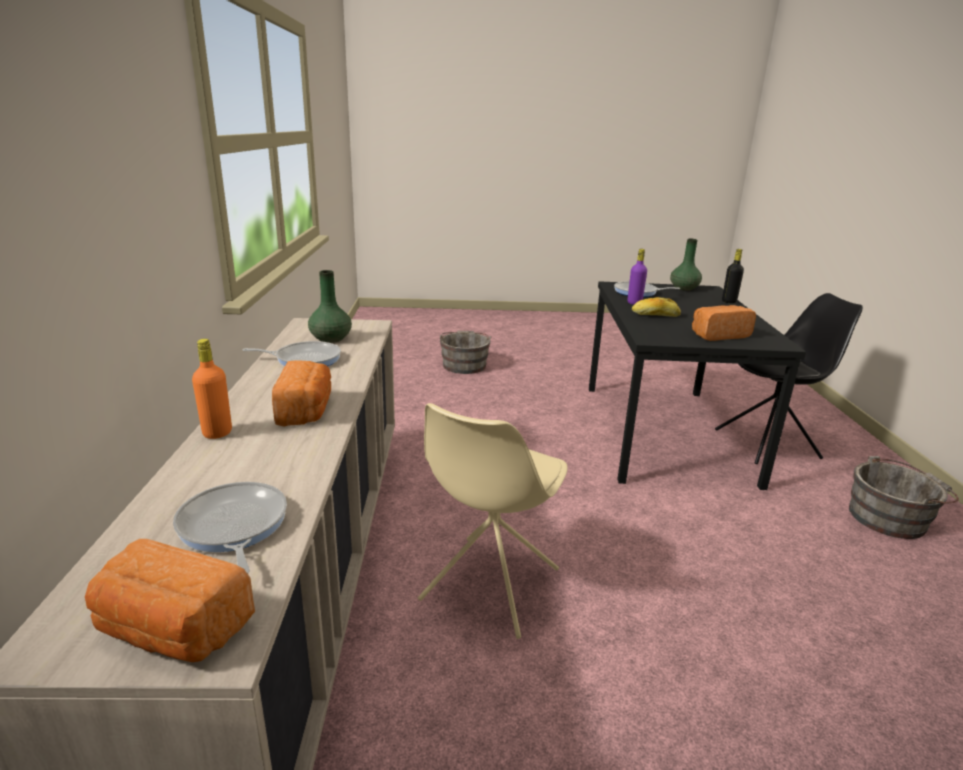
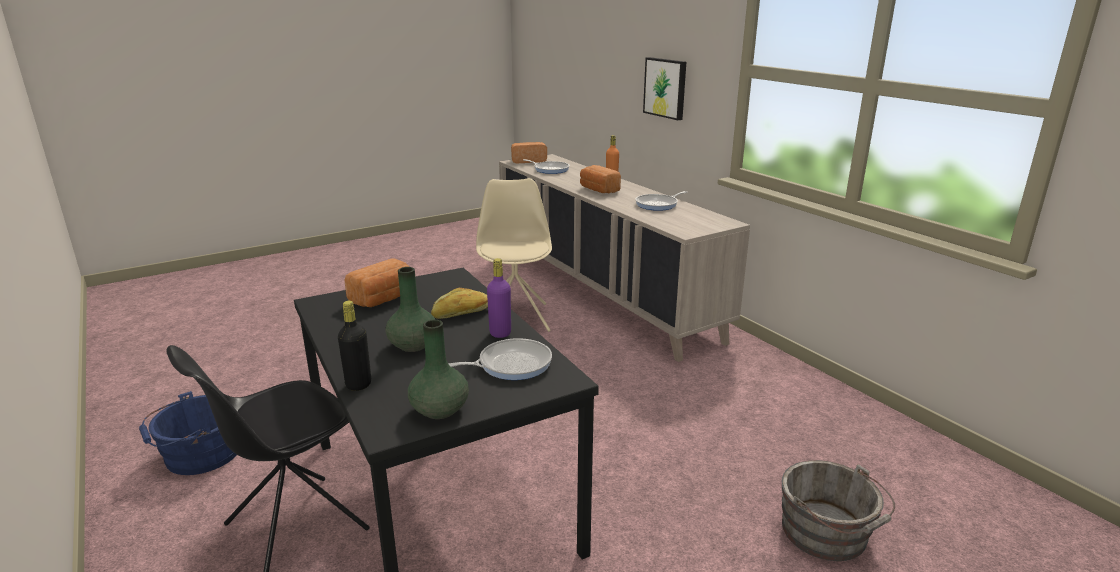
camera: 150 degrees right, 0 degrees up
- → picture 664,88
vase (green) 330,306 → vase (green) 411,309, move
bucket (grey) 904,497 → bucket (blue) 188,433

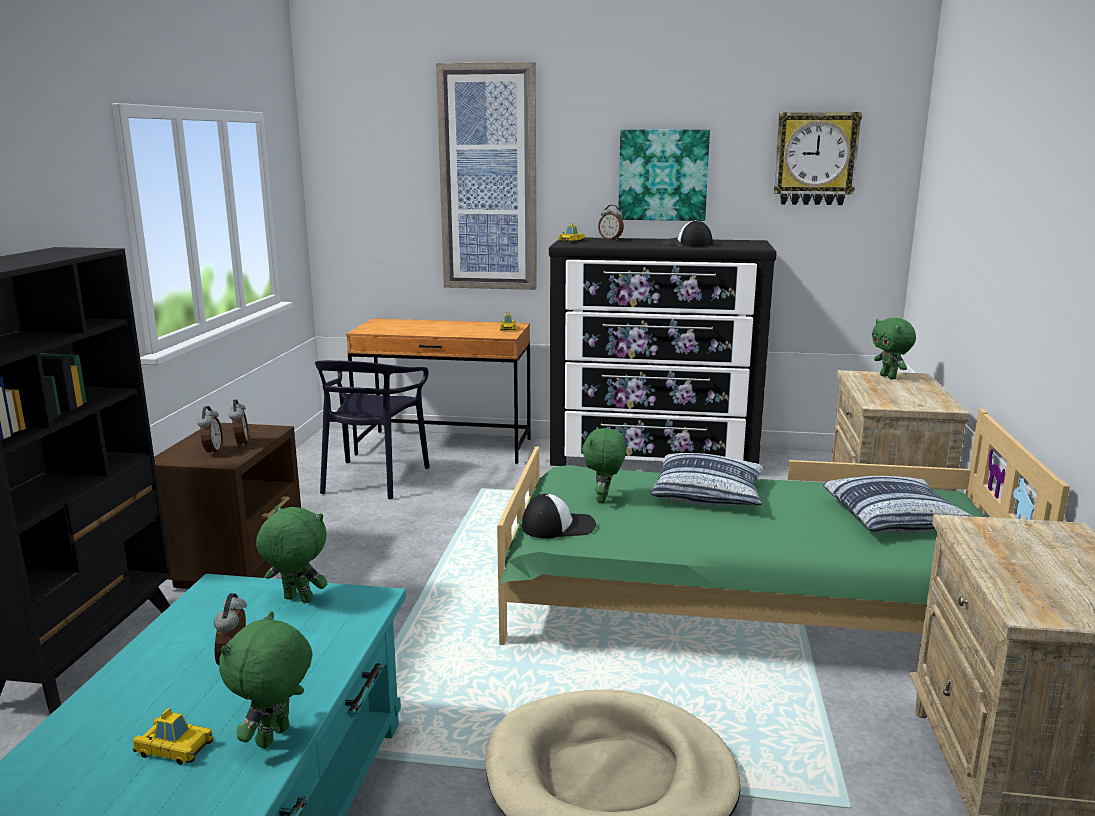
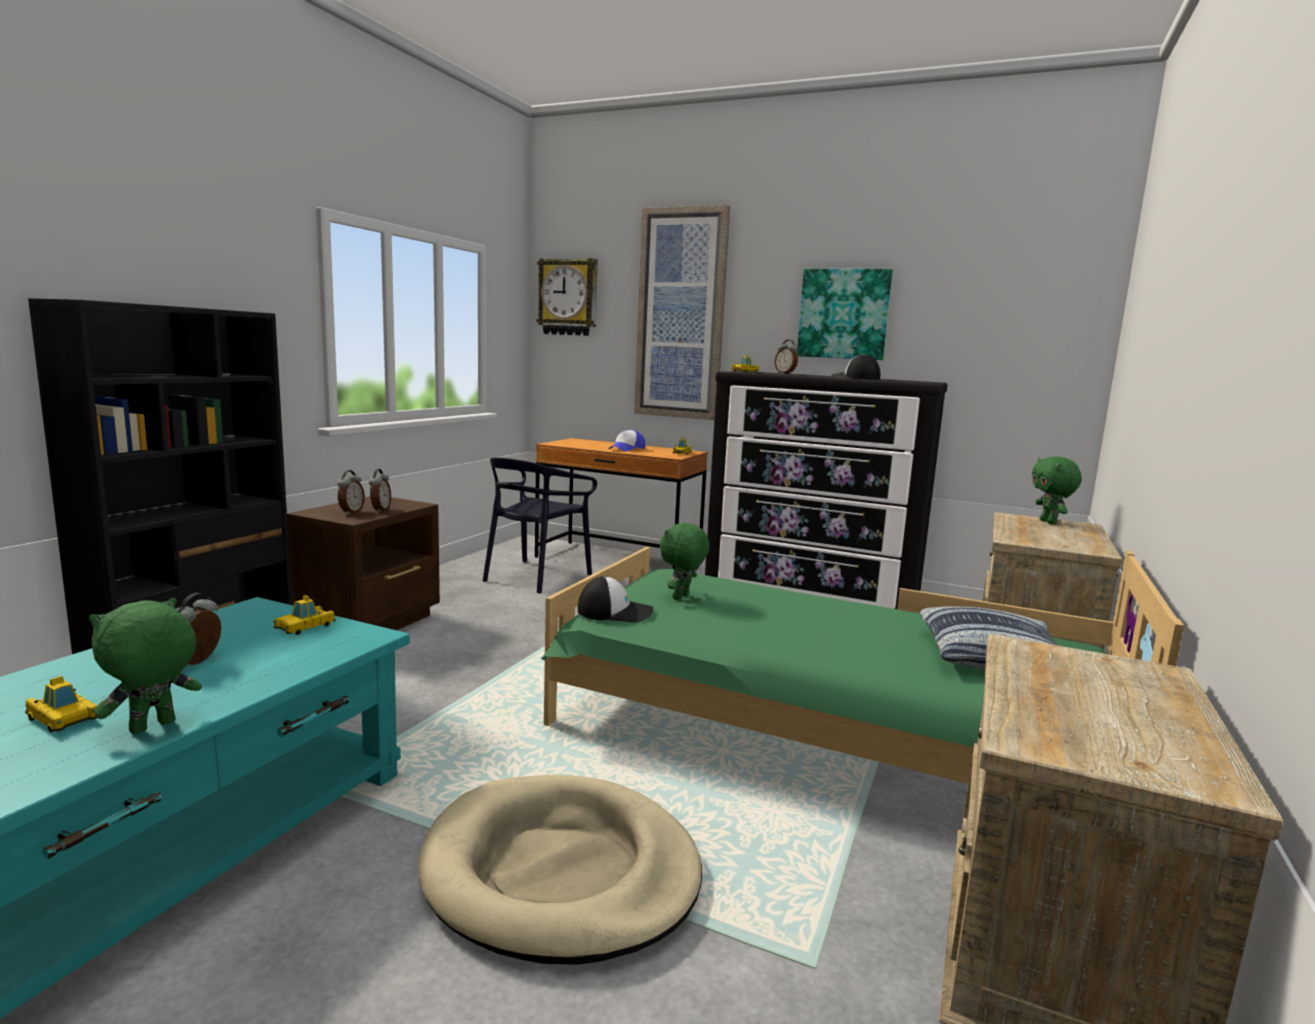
camera: 15 degrees right, 5 degrees down
pillow 708,479 → -
- → cap 627,441
wall clock 817,158 → wall clock 567,297, move
plush toy (green) 291,554 → toy car 304,615

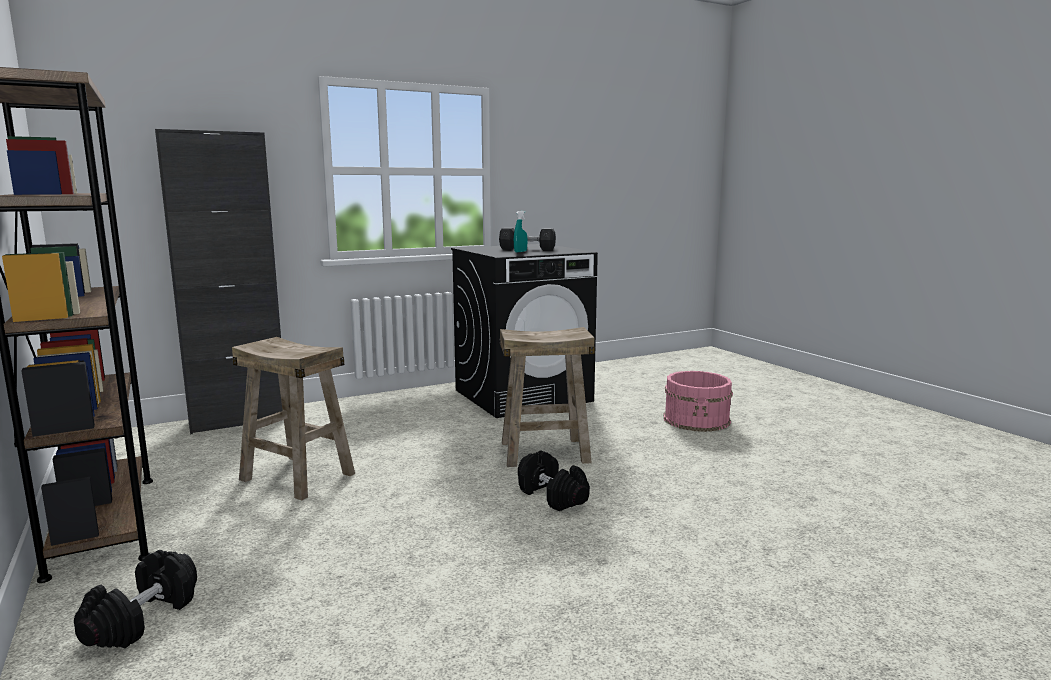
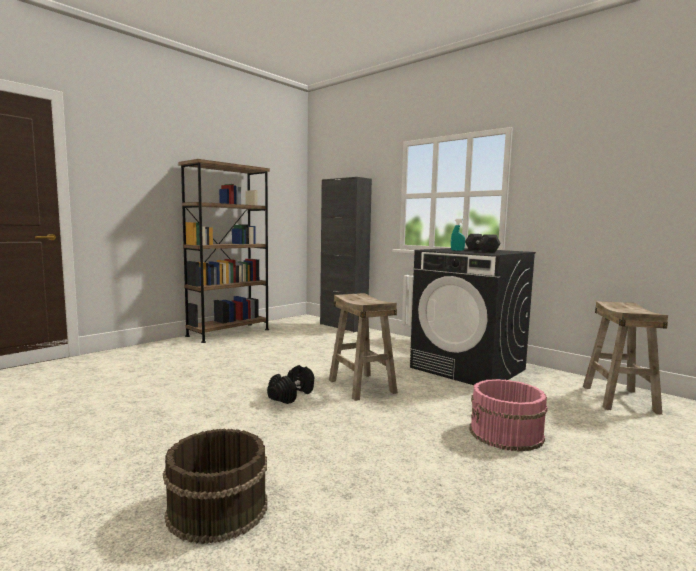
camera: 70 degrees right, 5 degrees down
dumbbell (black) 135,599 → -
- → bucket (brown) 215,486
stool (beige) 293,418 → stool (beige) 625,358, move

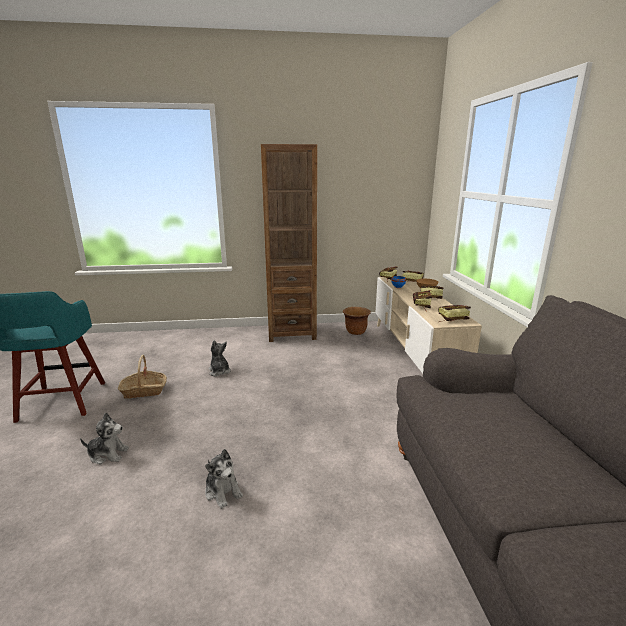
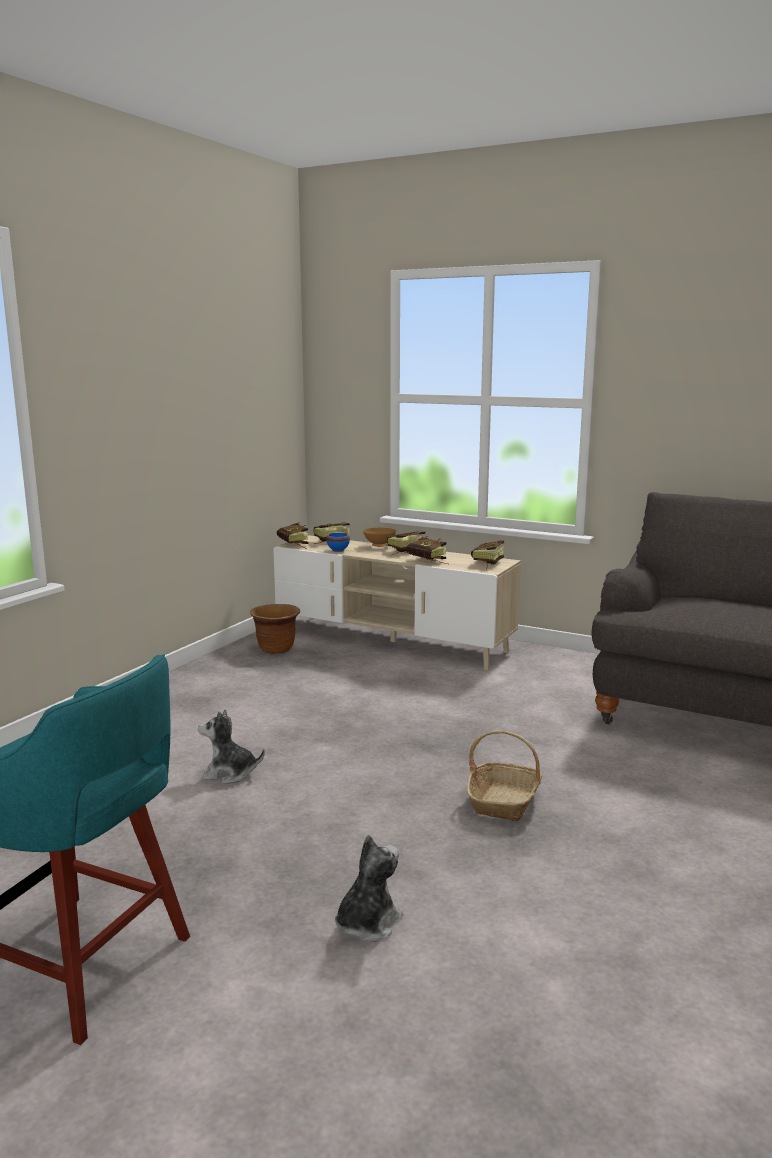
camera: 55 degrees left, 5 degrees down
plush toy 224,479 → -
bookcase (brown) 289,243 → -
basket 142,377 → basket 504,776, move

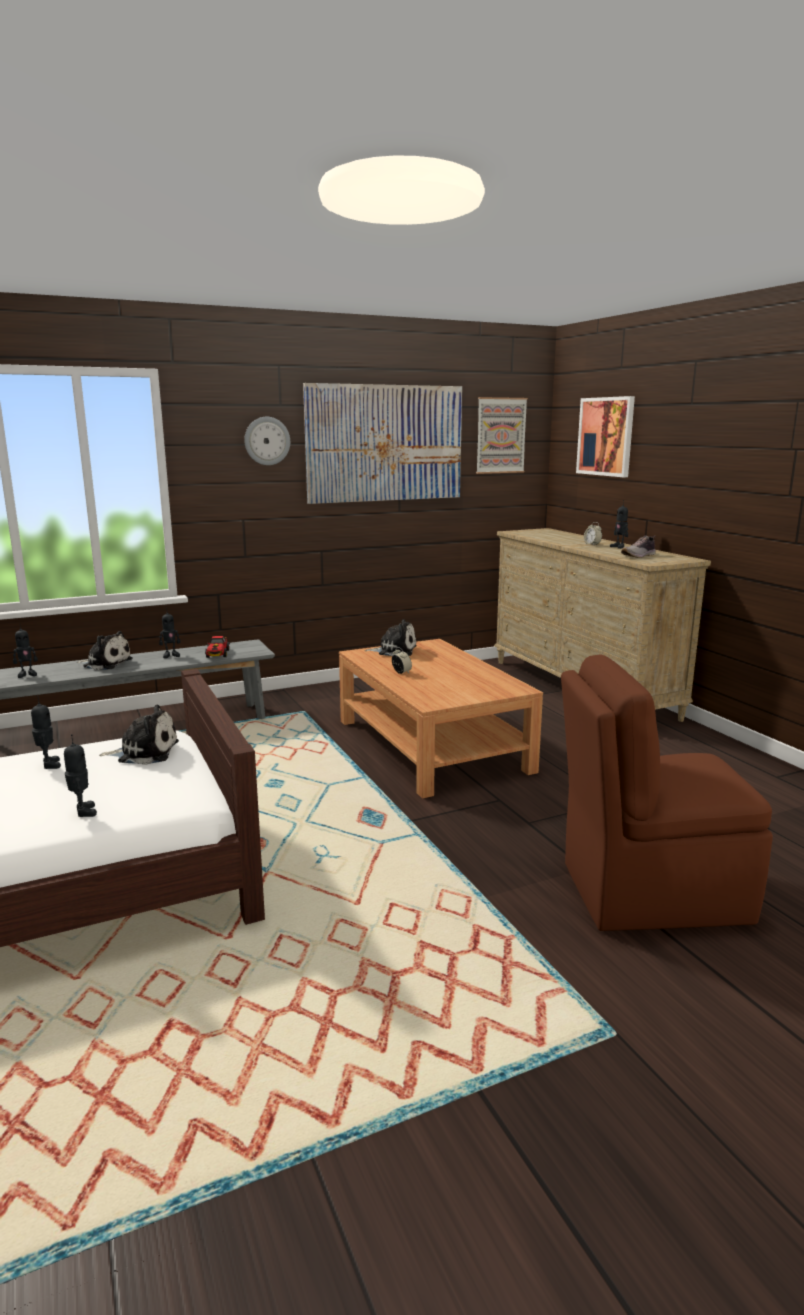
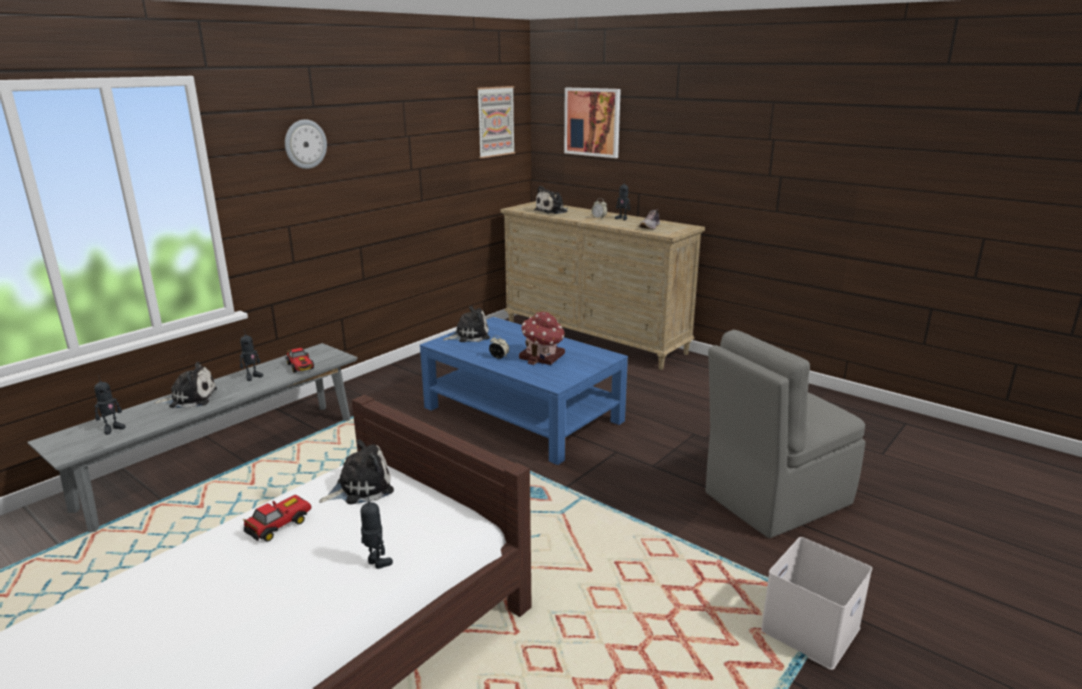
camera: 25 degrees left, 5 degrees up
picture 382,443 → -
- → toy house 542,338
- → plush toy 551,200
- → storage box (white) 816,603
toy robot 46,732 → toy car 277,518
coffee table (brown) 441,719 → coffee table (blue) 524,391
chair (brown) 667,793 → chair (grey) 785,434

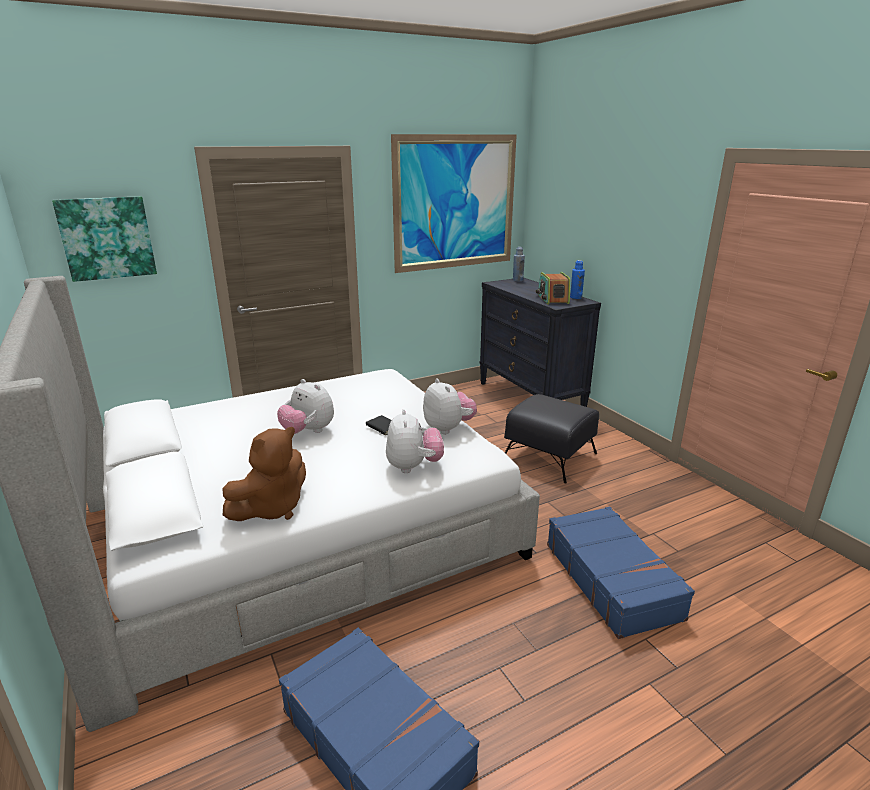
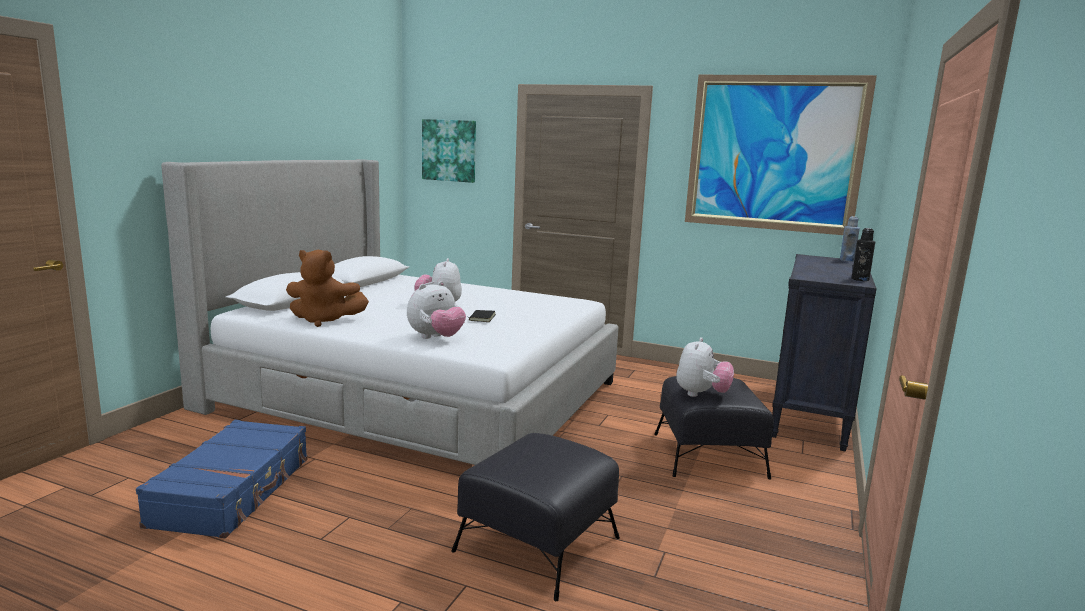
camera: 50 degrees right, 10 degrees down
radio 553,288 → -
plush toy 450,406 → plush toy 705,367, move
suitcase (blue) 621,572 → ottoman (black) 535,517
bottle (blue) 577,279 → bottle (black) 864,254

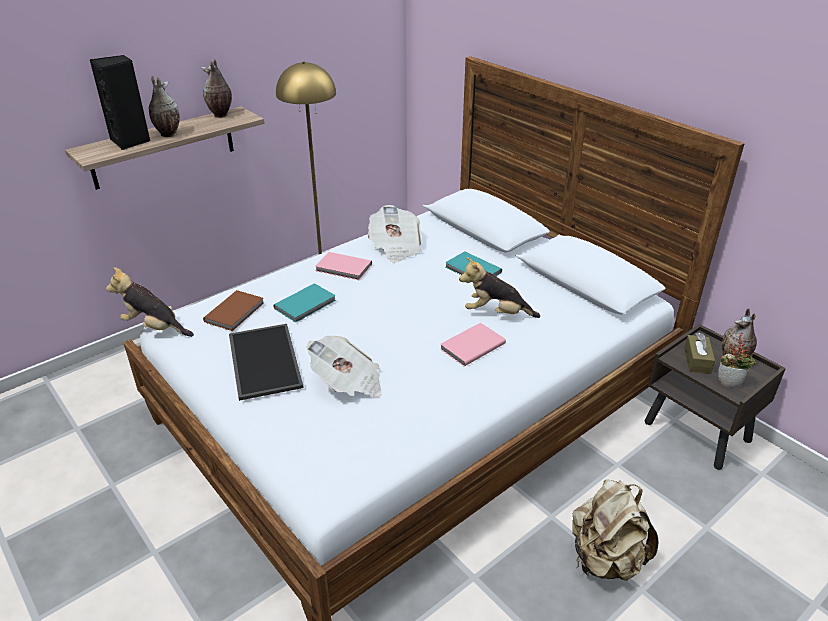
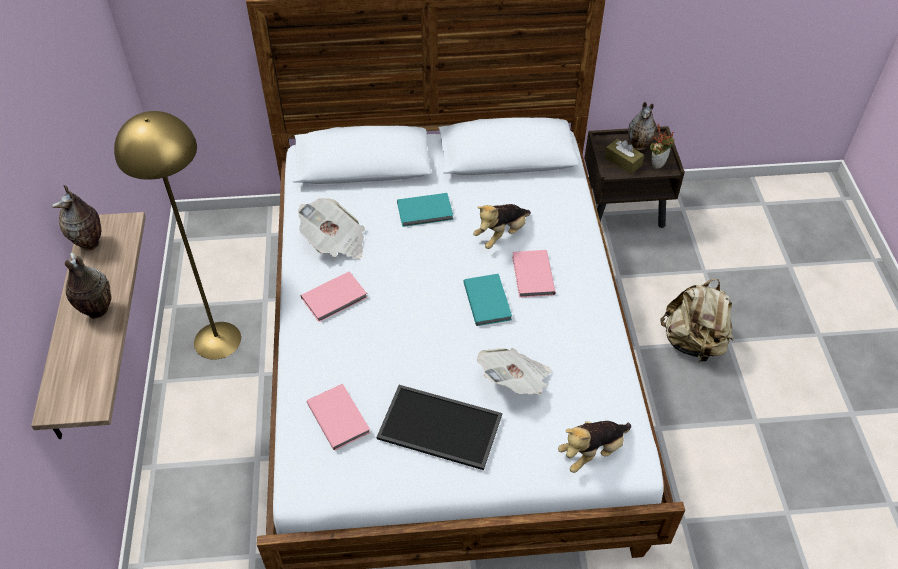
camera: 55 degrees left, 15 degrees up
speaker (black) 120,102 → -
plush toy 150,302 → plush toy 594,447, move
book (turquoise) 304,303 → book (turquoise) 487,300, move
book (brown) 233,310 → book (pink) 338,417

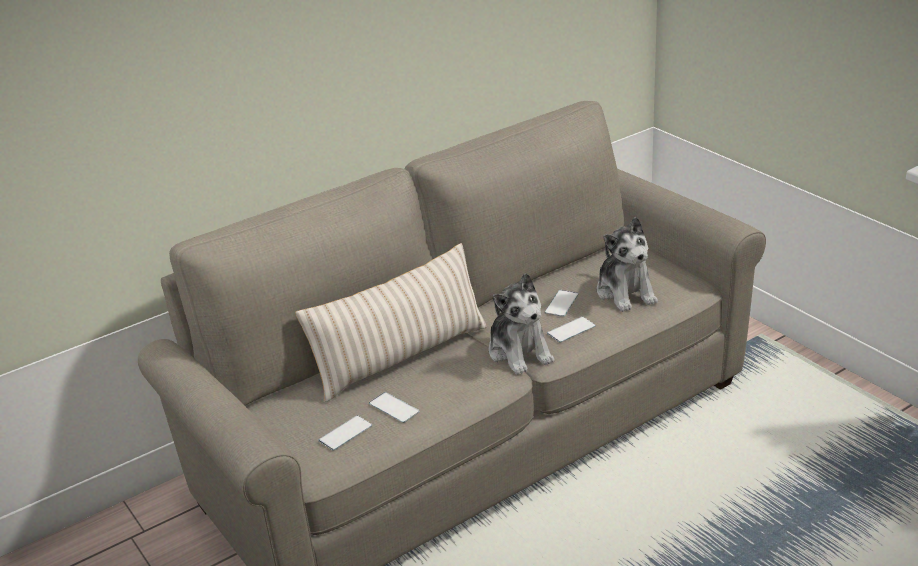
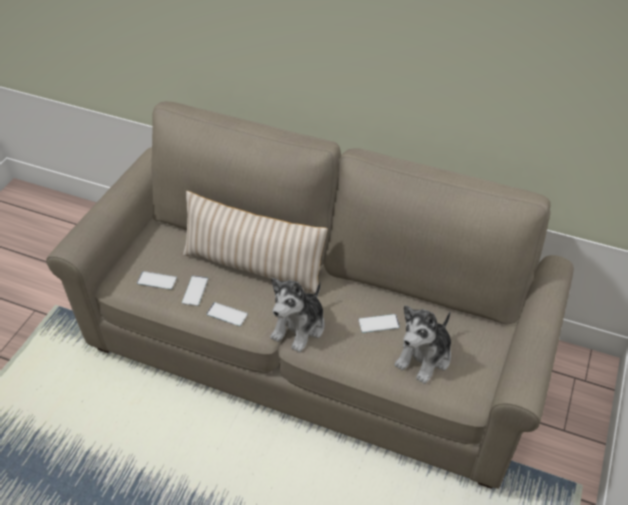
camera: 55 degrees right, 15 degrees up
phone 571,330 → phone 227,314, move

